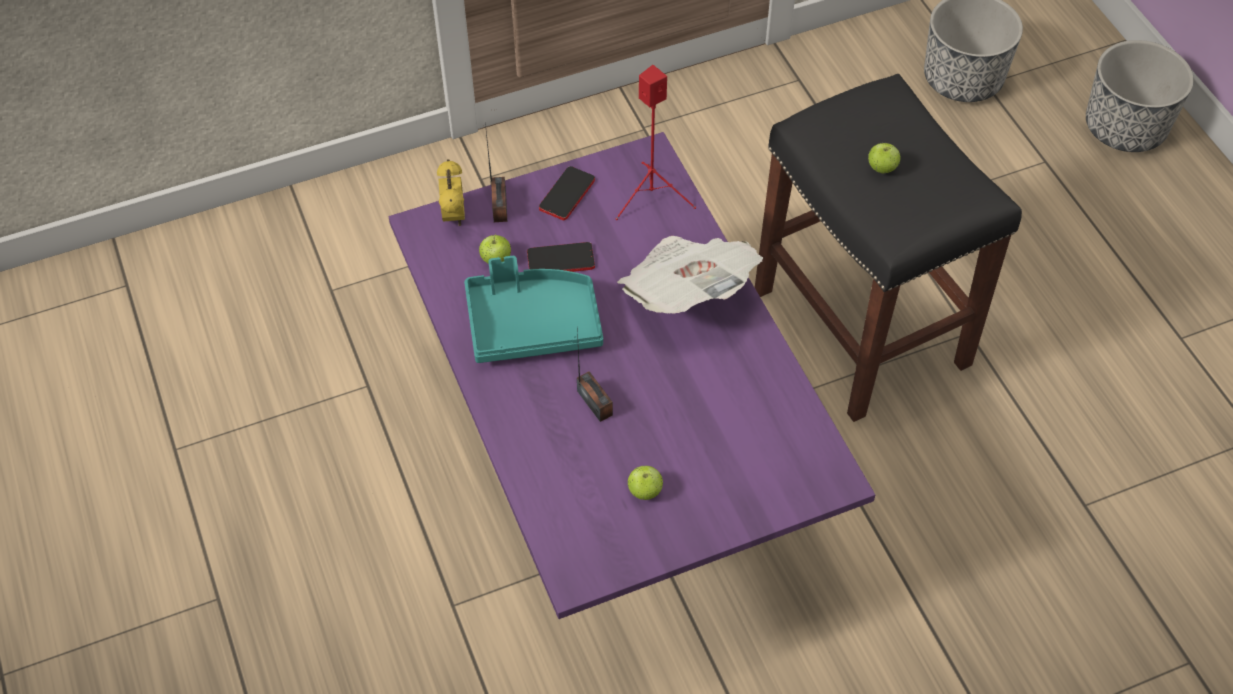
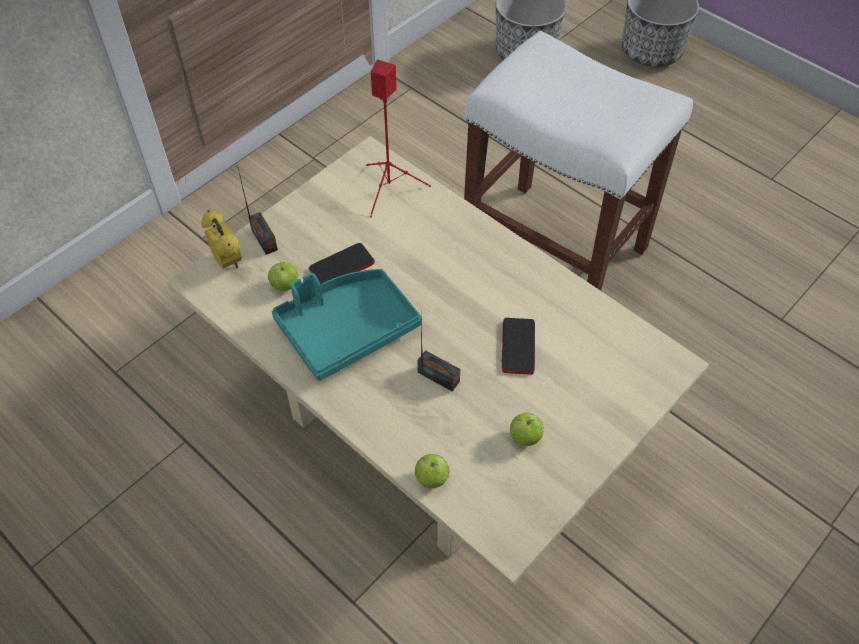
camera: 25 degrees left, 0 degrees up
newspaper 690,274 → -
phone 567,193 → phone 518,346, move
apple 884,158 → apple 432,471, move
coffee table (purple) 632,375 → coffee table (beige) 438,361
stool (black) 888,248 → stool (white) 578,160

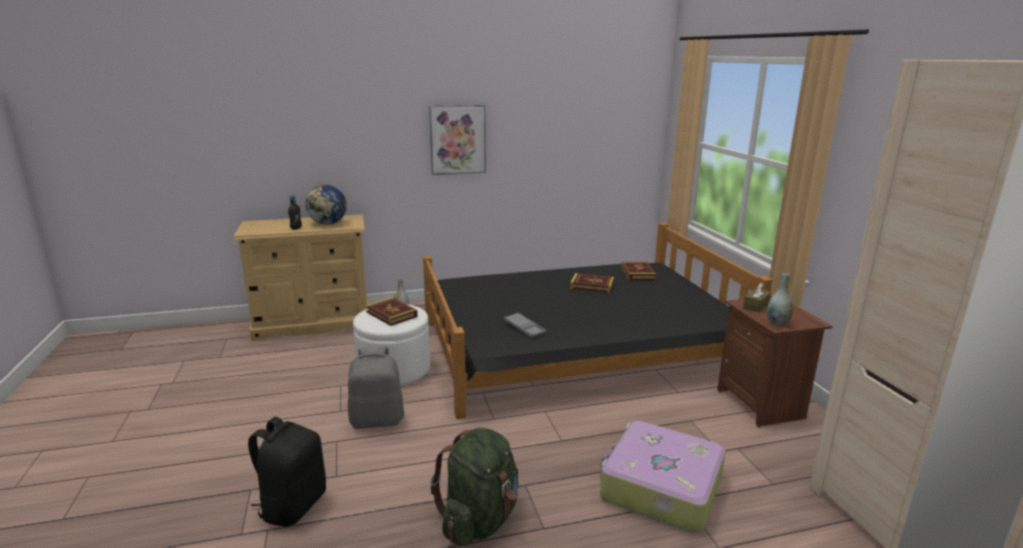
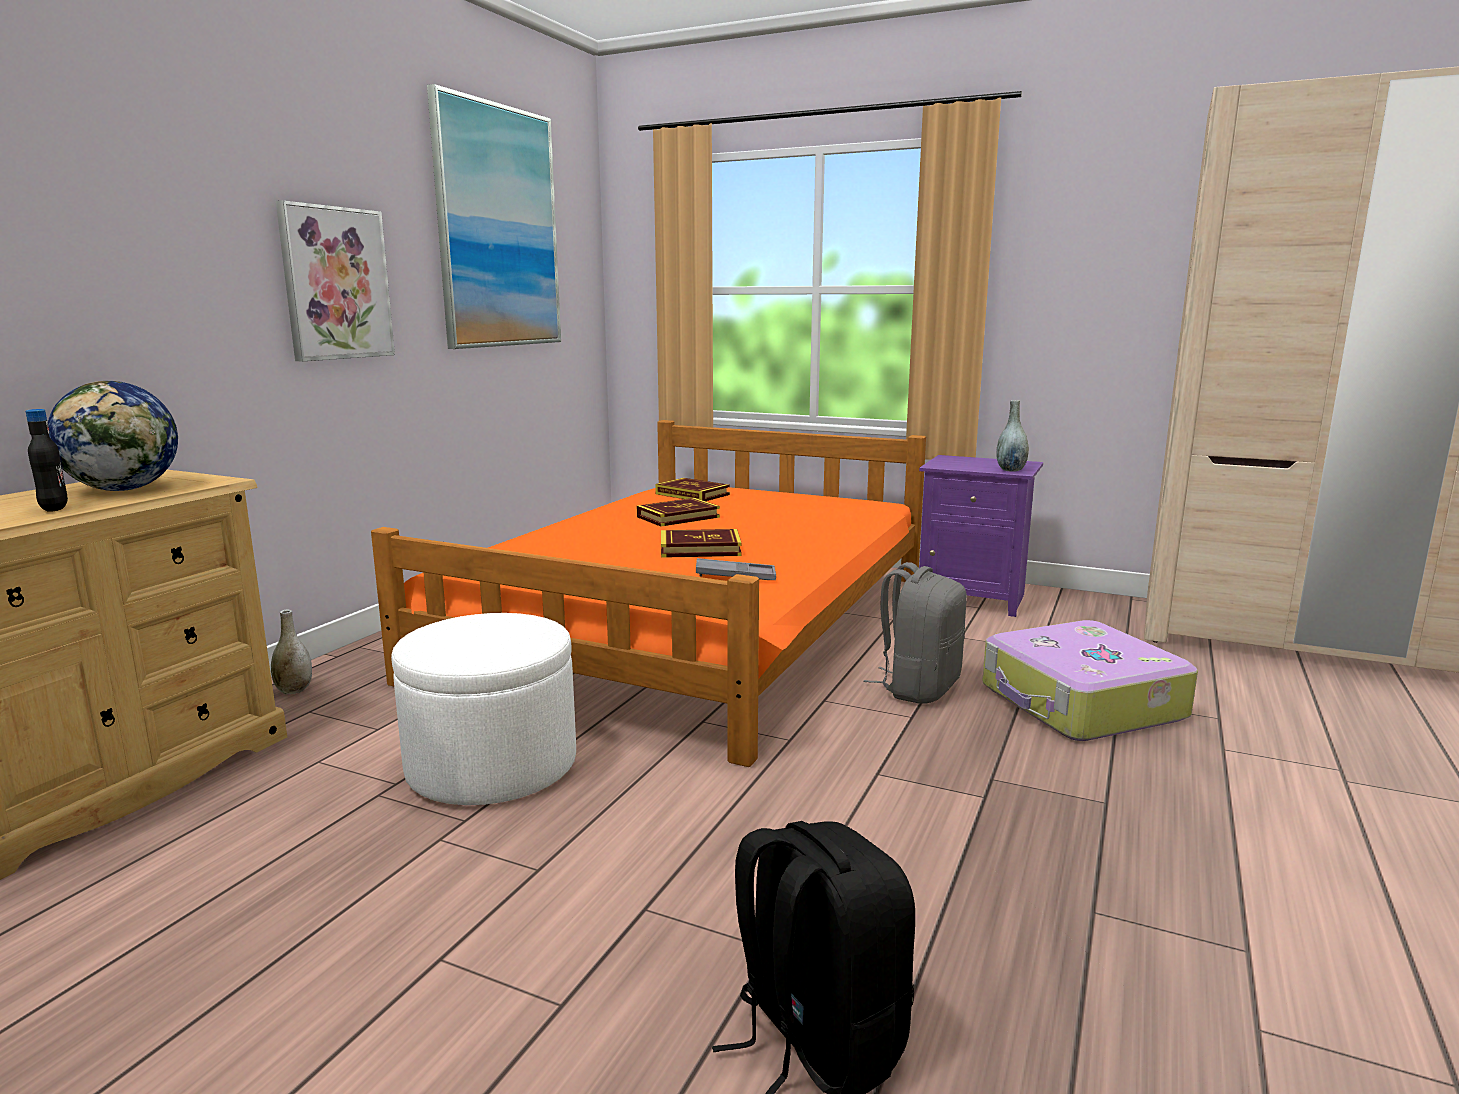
camera: 50 degrees left, 5 degrees down
backpack (green) 474,487 → -
tissue box (brown) 757,297 → -
- → picture 494,216
backpack (grey) 376,388 → backpack (grey) 915,633, move
book 392,311 → book 701,543, move
bed (black) 597,320 → bed (orange) 648,593
nightstand (brown) 774,362 → nightstand (purple) 981,536

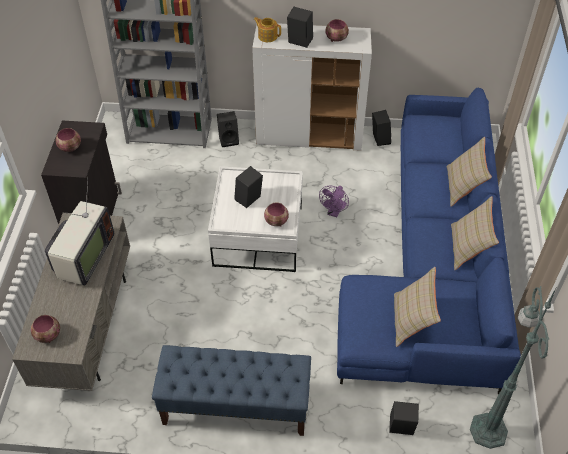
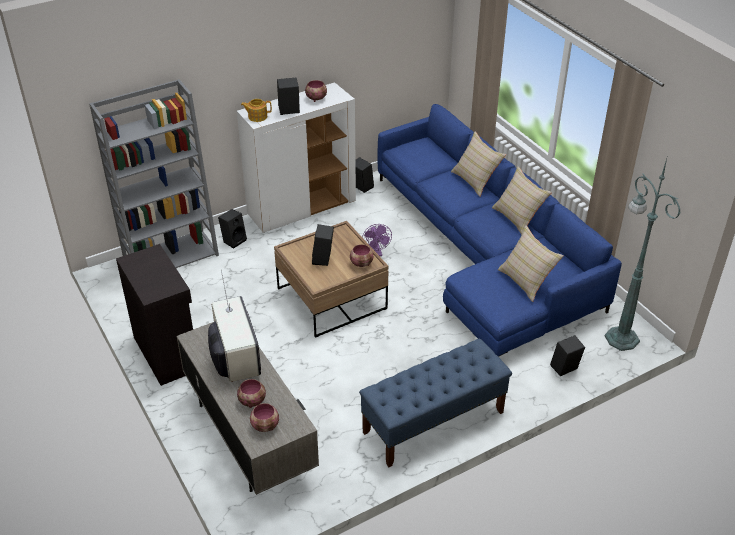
camera: 35 degrees left, 10 degrees down
bowl 68,140 → bowl 251,393, move
coffee table (white) 255,219 → coffee table (brown) 331,279

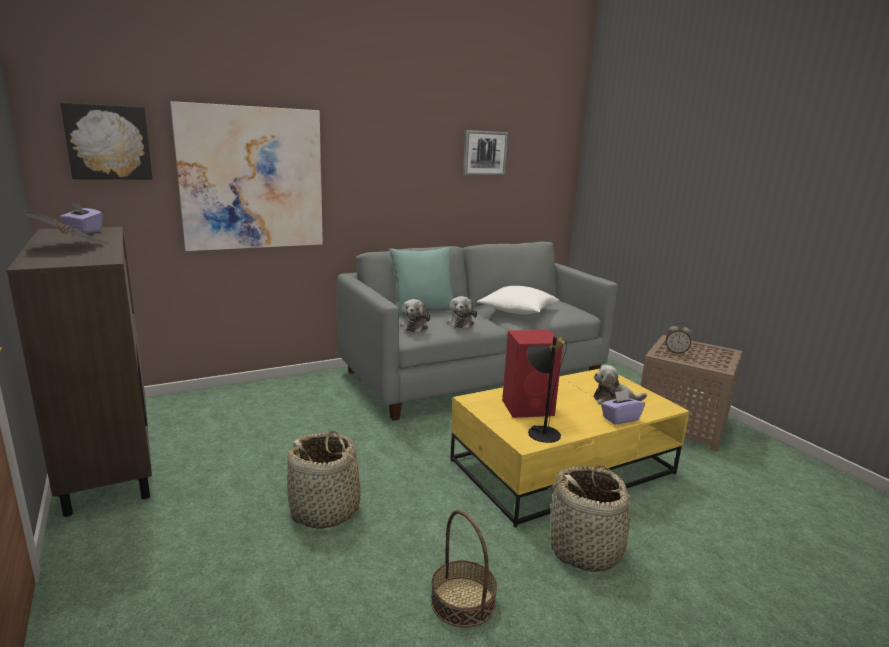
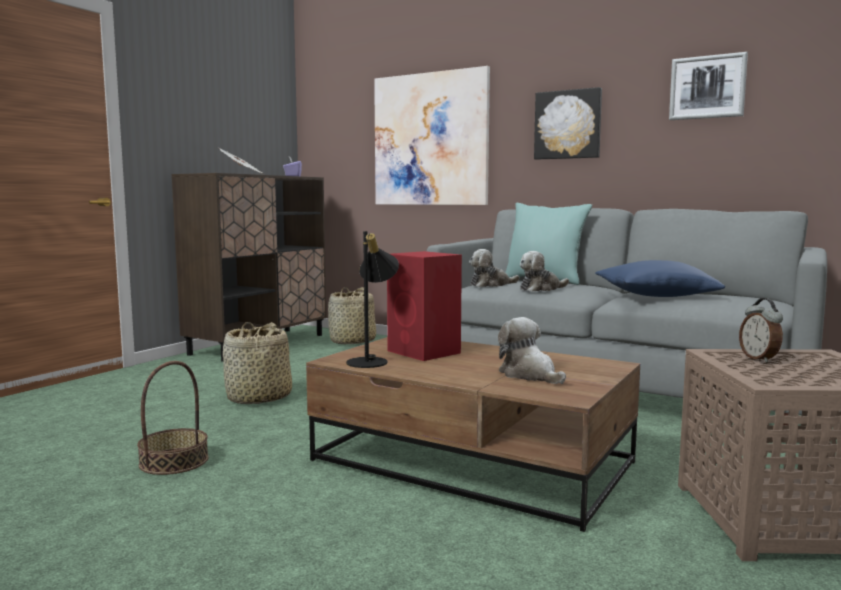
camera: 60 degrees right, 10 degrees down
tissue box (purple) 623,407 → -
picture 106,141 → picture 568,123, move
basket 595,518 → basket 352,315, move
coffee table (yellow) 570,448 → coffee table (brown) 473,434
pillow (white) 518,300 → pillow (blue) 660,278

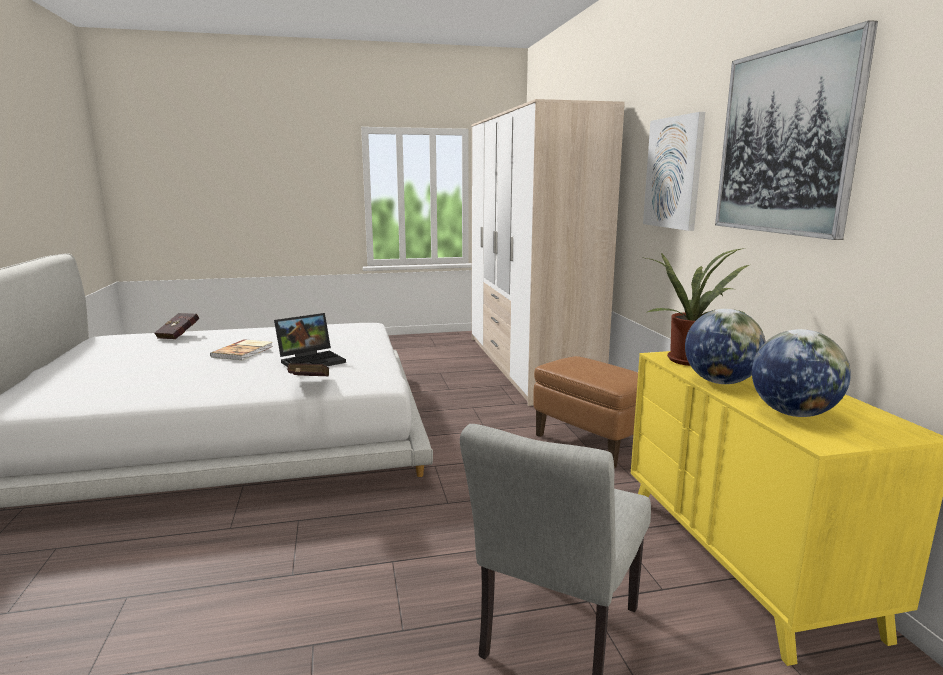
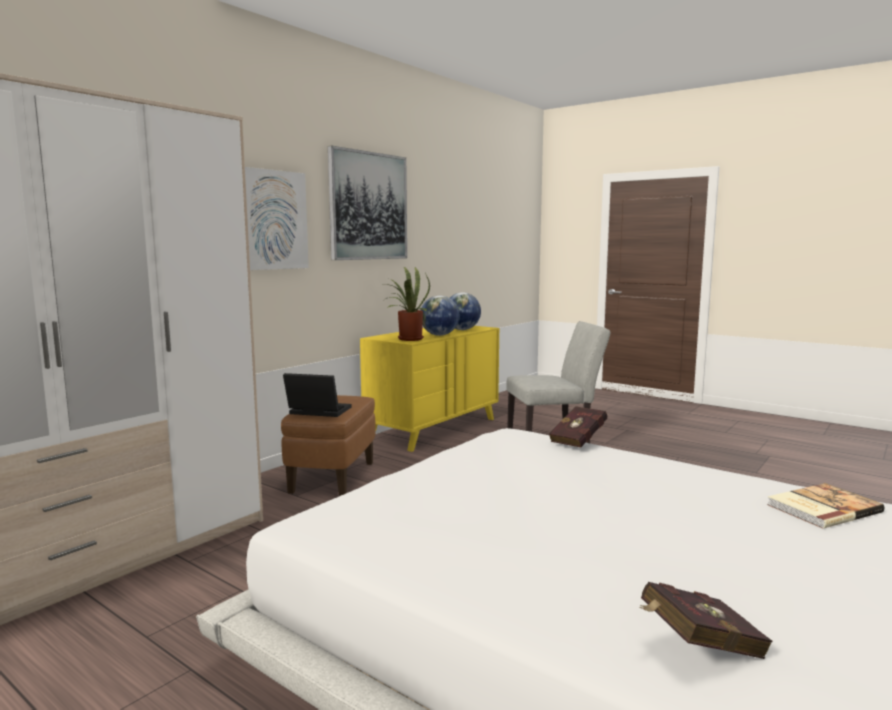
camera: 130 degrees left, 5 degrees down
book 241,349 → book 825,506, move
laptop 310,340 → laptop 317,395, move

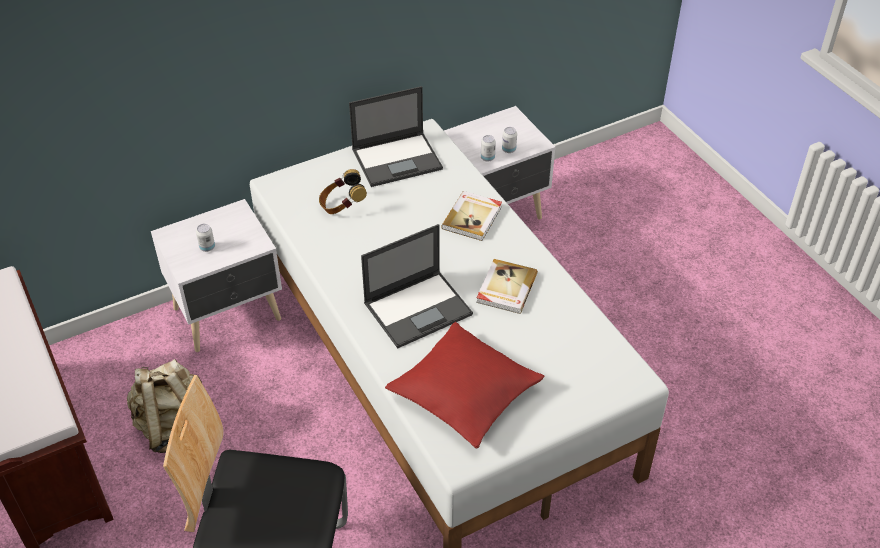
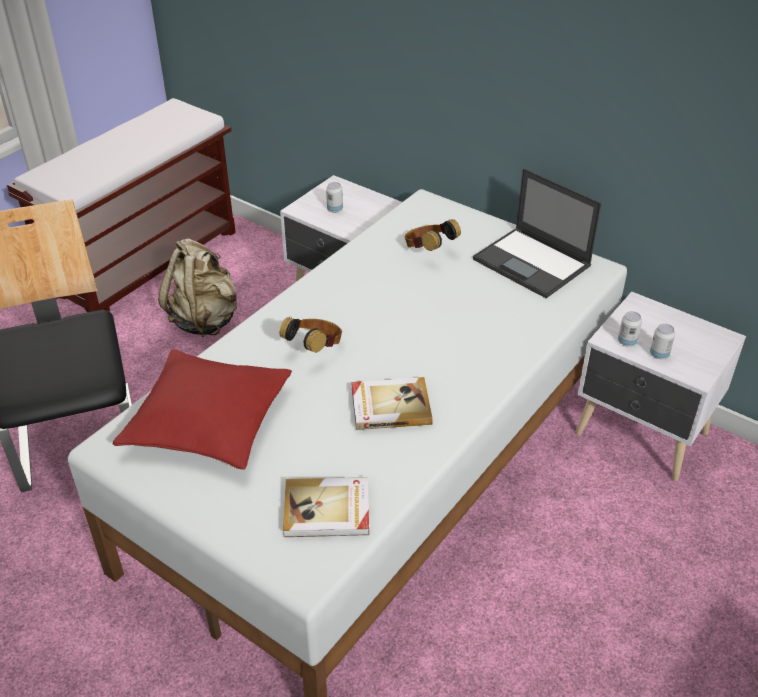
camera: 65 degrees right, 5 degrees down
book 471,216 → book 326,507, move
laptop 417,286 → headphones 311,335

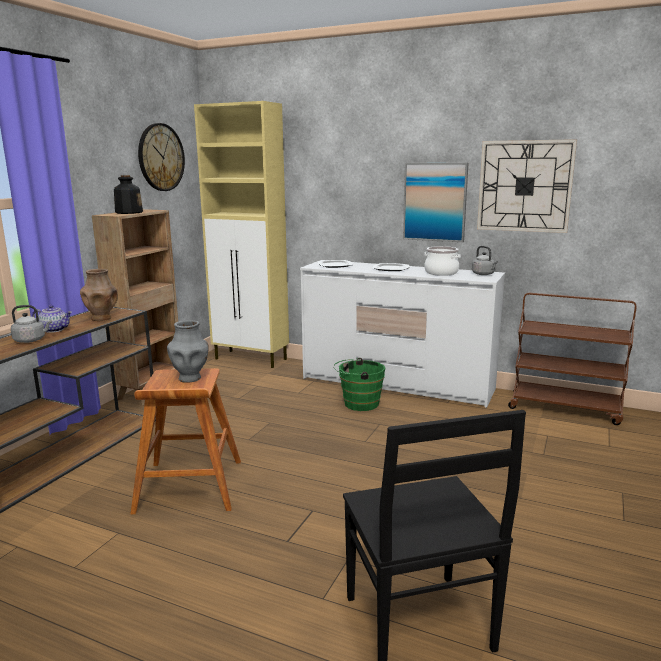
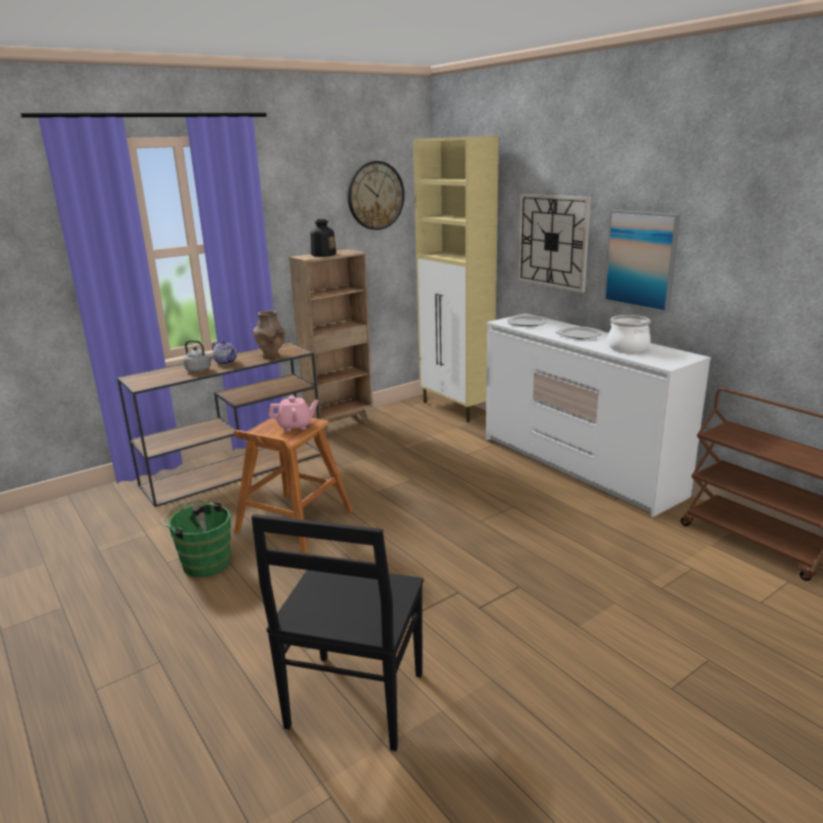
camera: 30 degrees right, 5 degrees up
kettle (grey) 485,260 → -
bucket (green) 359,384 → bucket (green) 196,539, move
wall clock 527,186 → wall clock 554,243, move
vase (grey) 187,351 → teapot (pink) 293,413

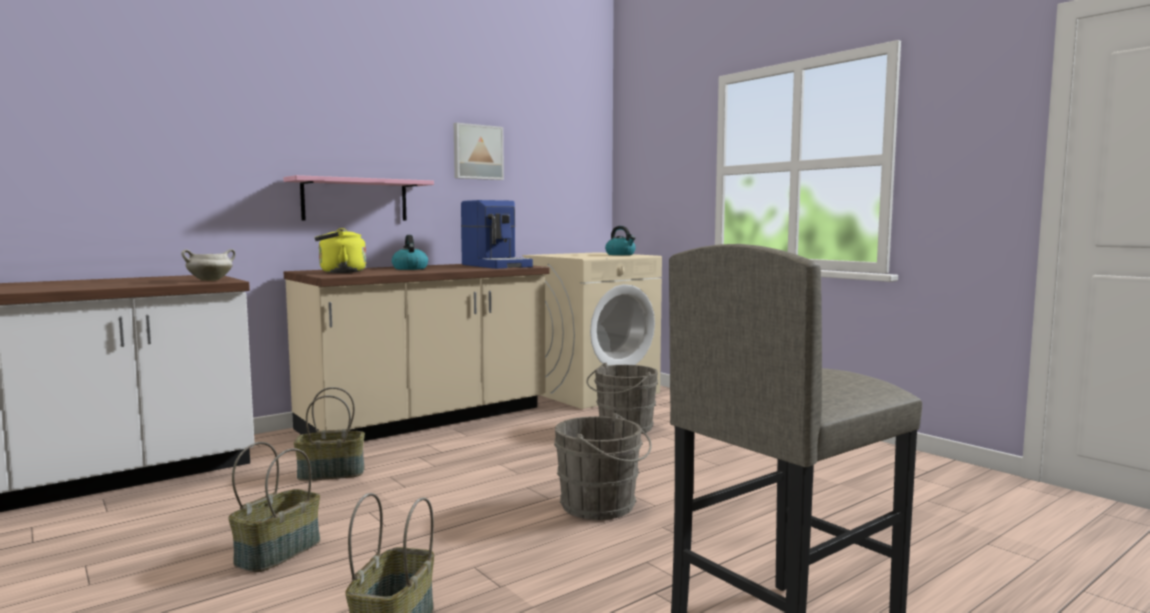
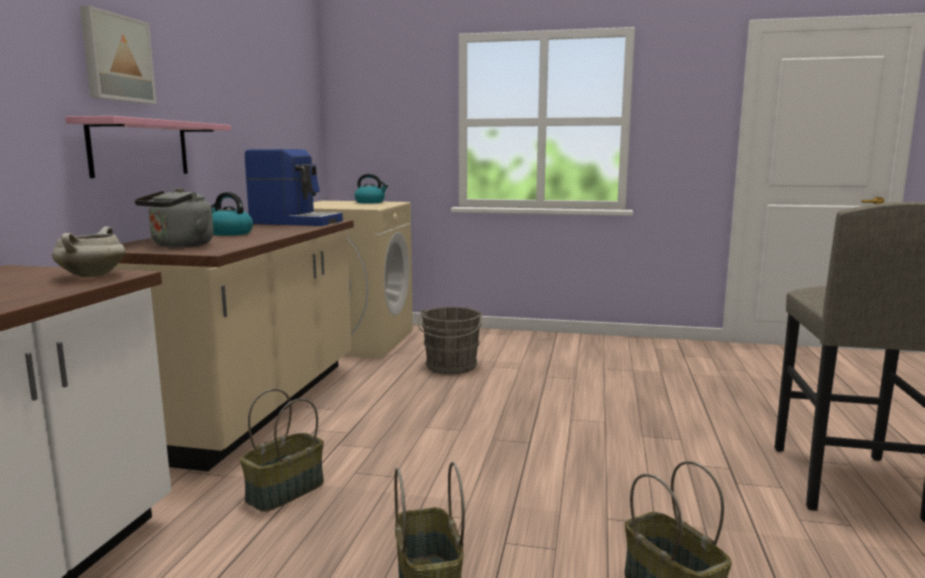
camera: 40 degrees left, 5 degrees up
bucket (grey) 603,466 → -
picture 479,151 → picture 118,55, move
kettle (yellow) 340,250 → kettle (grey) 174,217

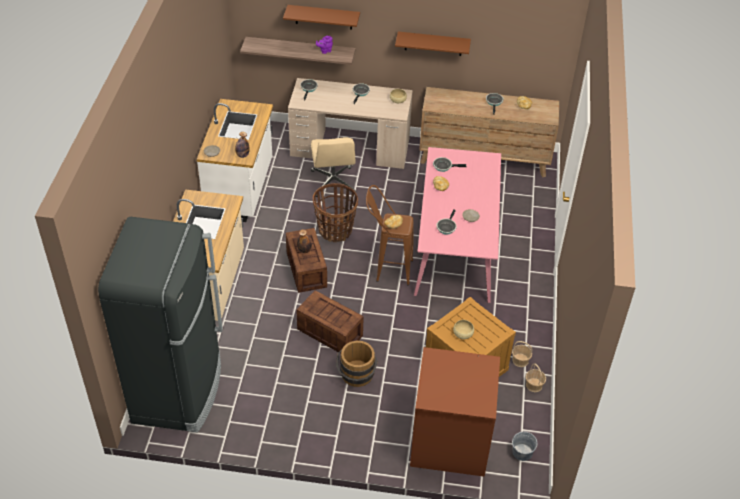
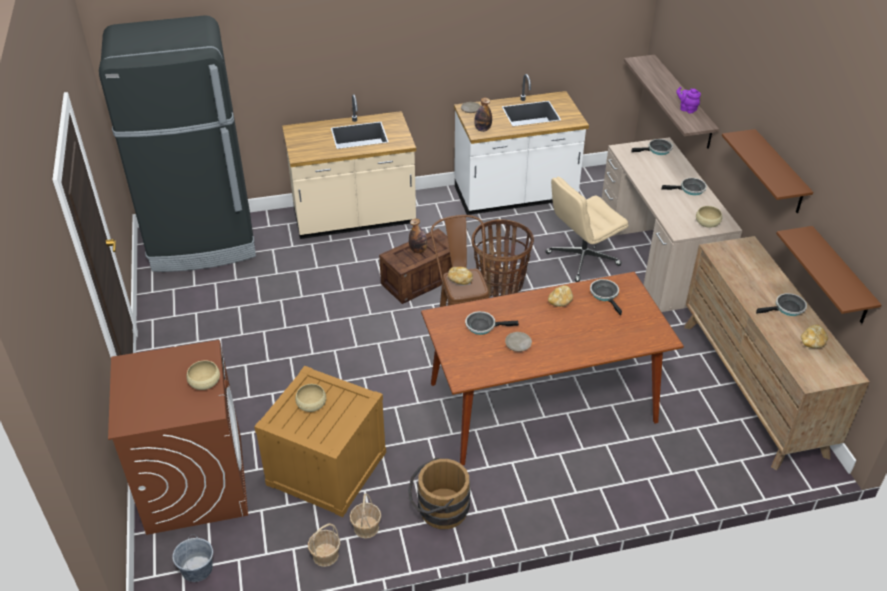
camera: 70 degrees right, 5 degrees down
crate 330,322 → -
- → bowl (beige) 203,375
shelf (brown) 321,17 → shelf (brown) 829,275, move
bucket (brown) 357,364 → bucket (brown) 439,493, move
dining table (pink) 457,225 → dining table (brown) 552,368

